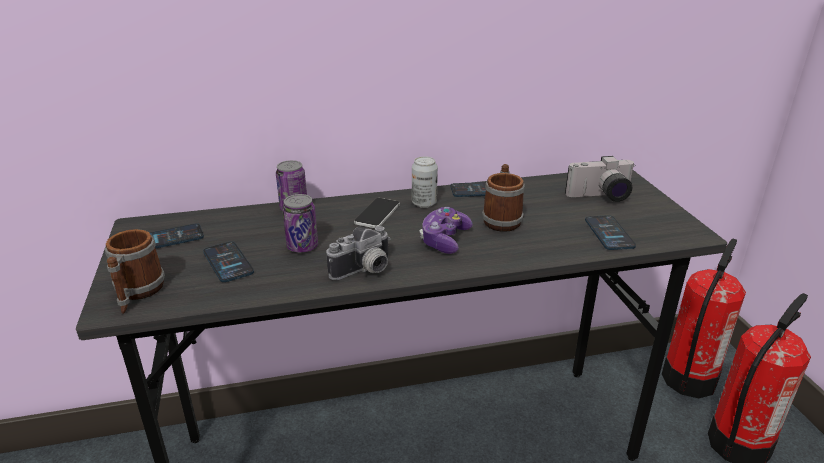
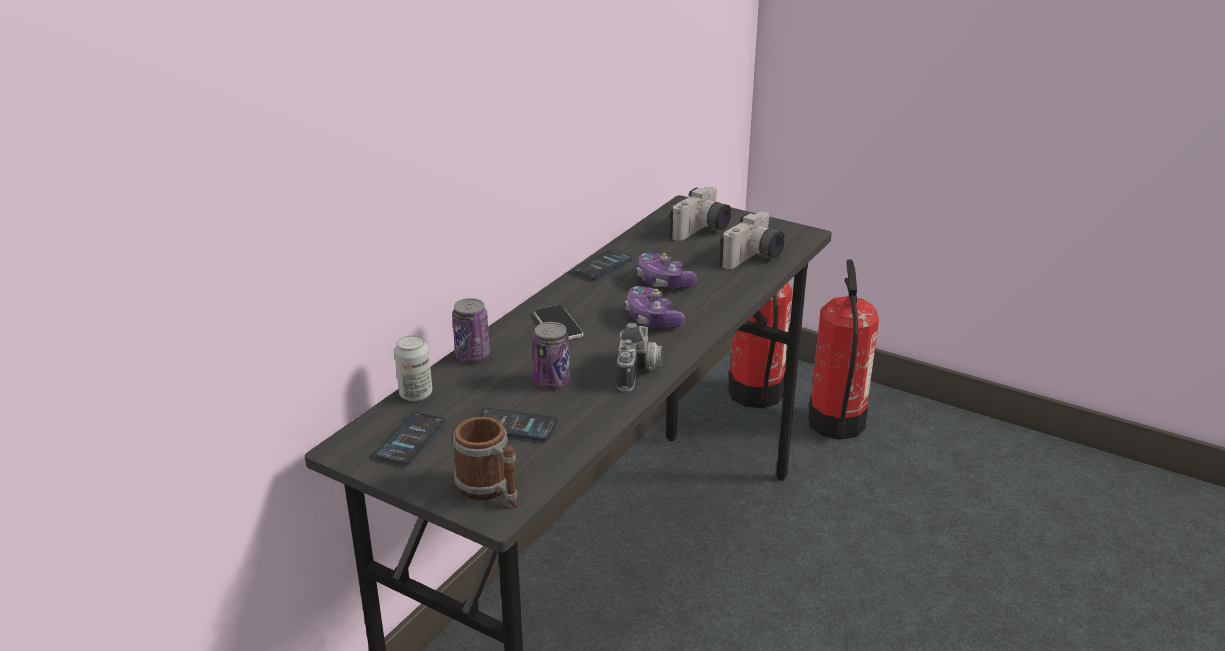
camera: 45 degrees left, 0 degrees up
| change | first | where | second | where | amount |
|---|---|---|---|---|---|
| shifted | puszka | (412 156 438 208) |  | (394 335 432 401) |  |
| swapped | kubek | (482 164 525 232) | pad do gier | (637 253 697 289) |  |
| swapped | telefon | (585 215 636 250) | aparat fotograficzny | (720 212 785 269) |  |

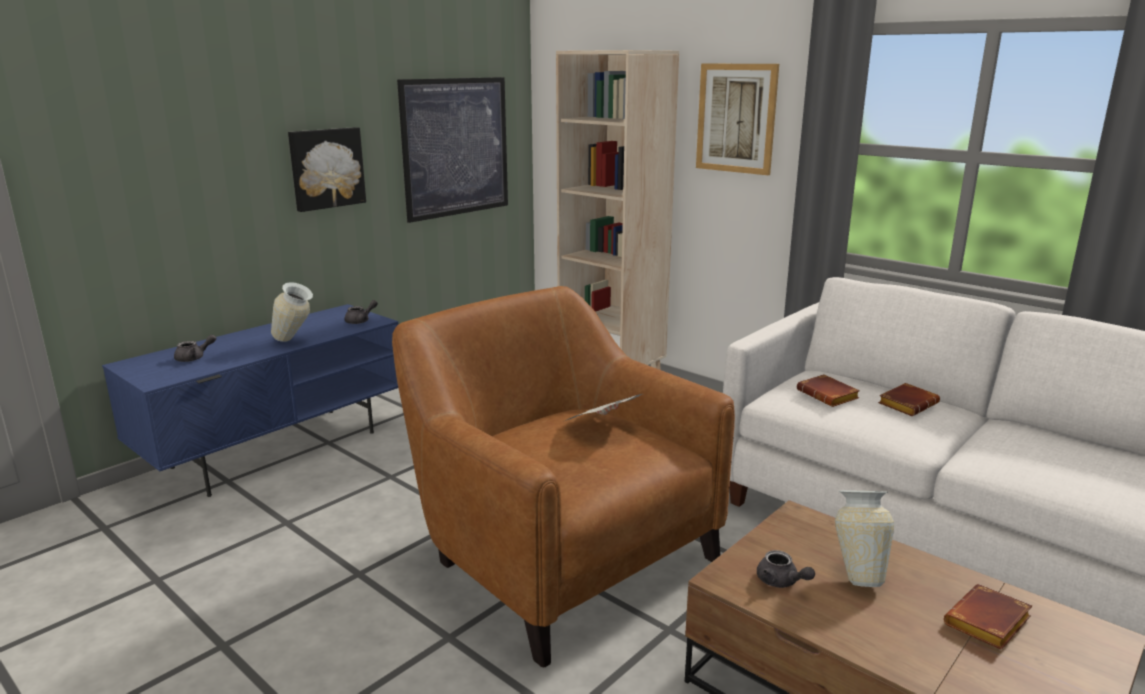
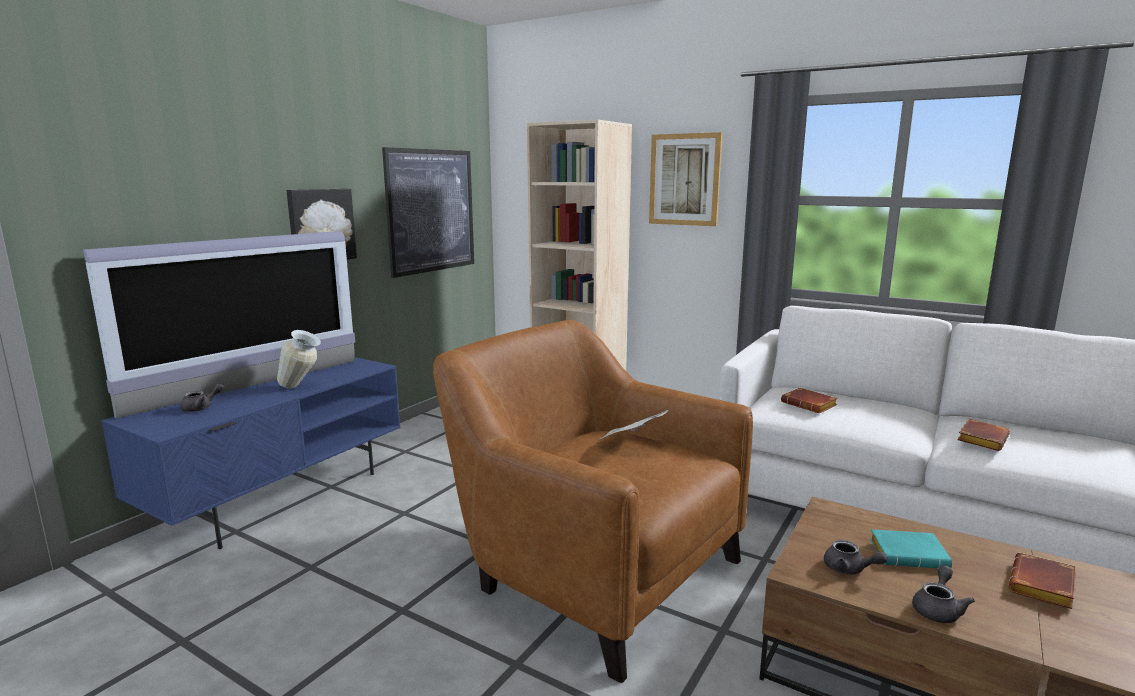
camera: 10 degrees left, 5 degrees down
| change | first | where | second | where | amount |
|---|---|---|---|---|---|
| shifted | imbryk (szary) | (345 300 378 324) |  | (912 565 975 623) |  |
| shifted | książka (brązowy) | (878 383 940 416) |  | (957 419 1010 451) |  |
| swapped | wazon | (835 491 894 587) | książka (turkusowy) | (870 529 952 569) |  |
| new |  |  | telewizor | (83 231 355 419) |  |

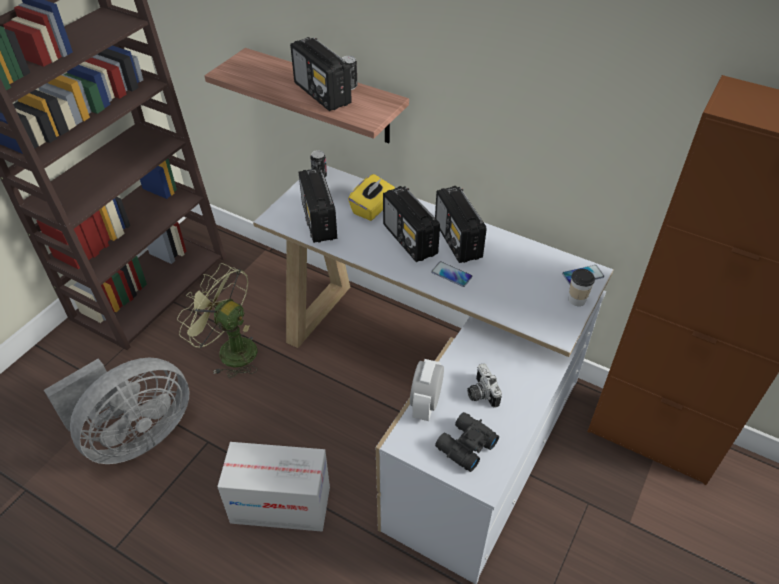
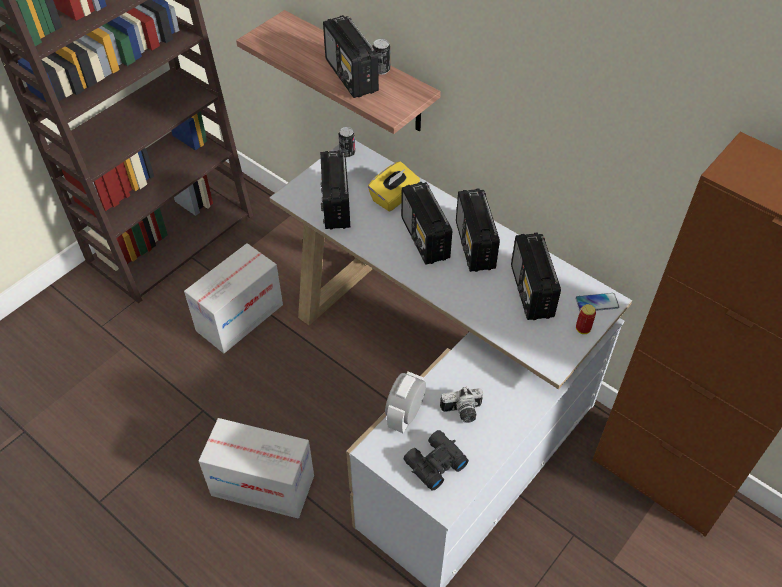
camera: 10 degrees right, 5 degrees up
| change | first | where | second | where | amount |
|---|---|---|---|---|---|
| gone | telefon | (431 262 472 287) |  |  |  |
| swapped | wentylator (zielony) | (177 263 257 378) | karton | (184 243 283 353) |  |
| swapped | filiżanka | (569 269 595 306) | puszka | (576 304 596 334) |  |
| gone | wentylator (szary) | (44 358 190 464) |  |  |  |
| rotated | aparat fotograficzny | (467 363 502 408) |  | (440 387 483 423) | 90 degrees counterclockwise |
| new |  |  | radio | (511 233 561 320) |  |

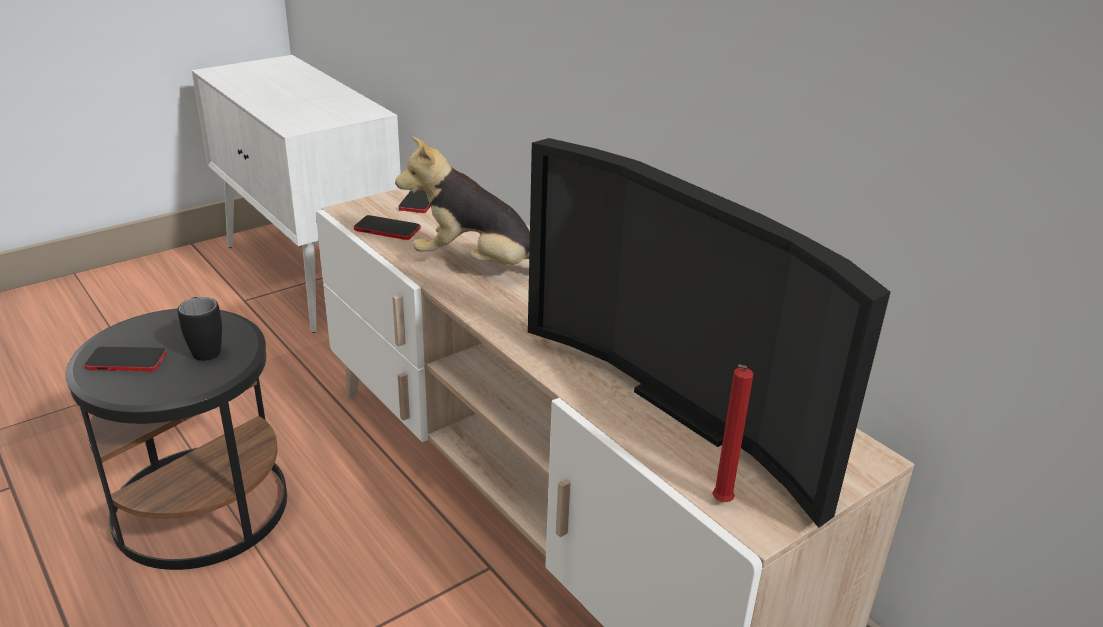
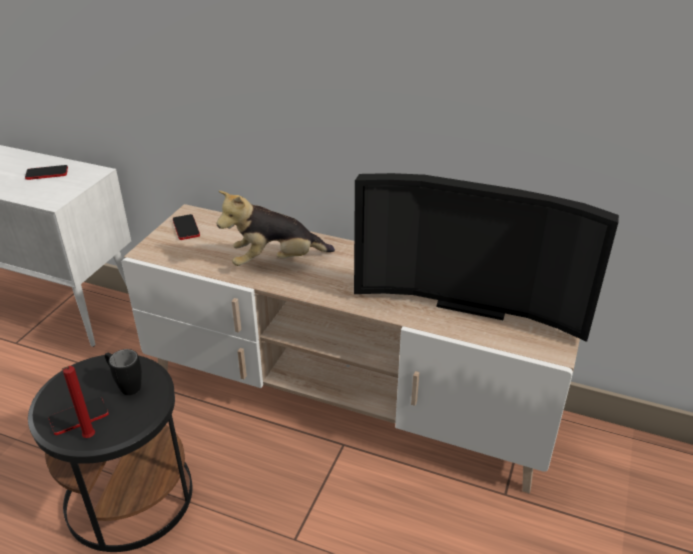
camera: 30 degrees left, 5 degrees up
| change | first | where | second | where | amount |
|---|---|---|---|---|---|
| shifted | telefon | (354 215 421 240) |  | (25 165 68 180) |  |
| shifted | świeca (czerwony) | (712 364 754 502) |  | (62 366 95 438) |  |

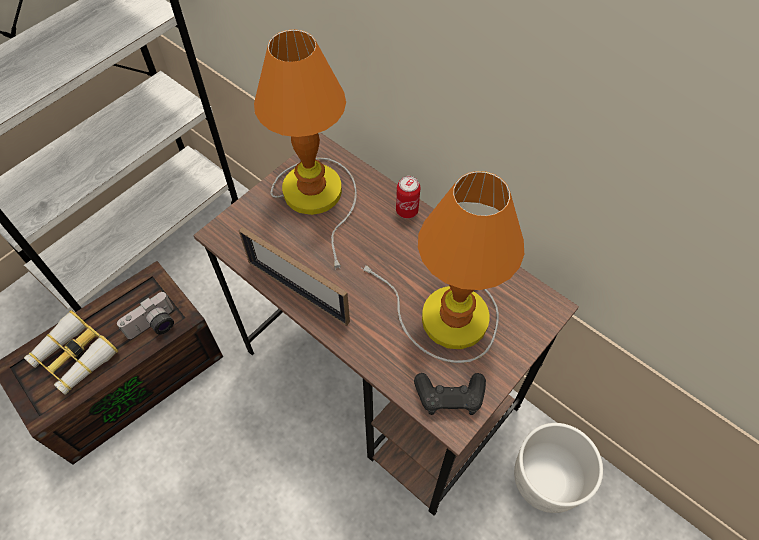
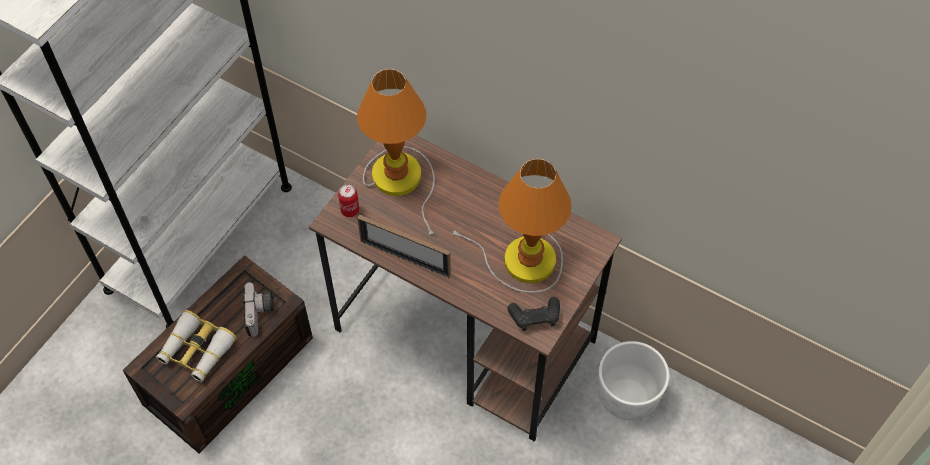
camera: 10 degrees left, 0 degrees up
| change | first | where | second | where | amount |
|---|---|---|---|---|---|
| shifted | puszka | (396 176 420 219) |  | (338 184 359 217) |  |
| rotated | aparat fotograficzny | (117 292 174 339) |  | (243 282 274 337) | 45 degrees counterclockwise |

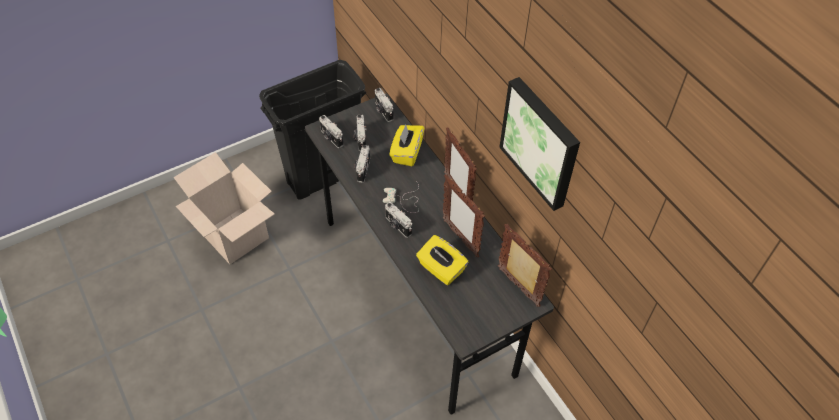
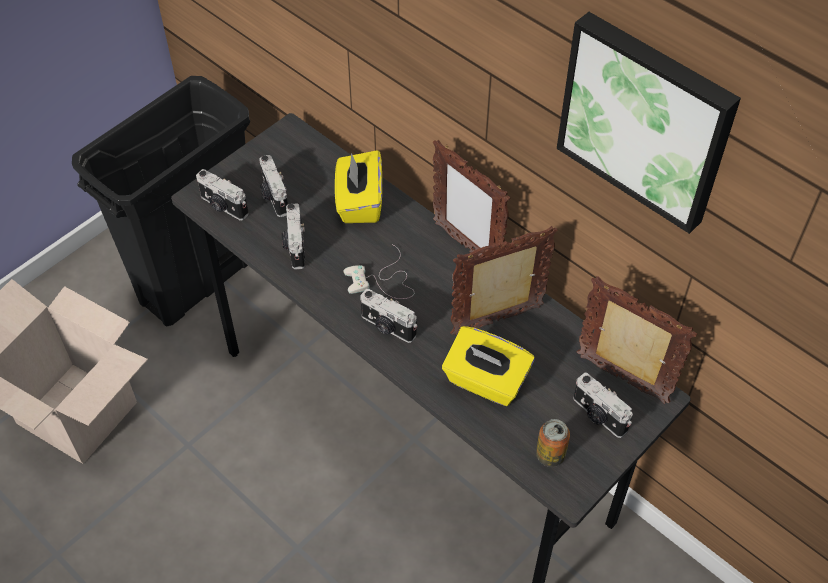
camera: 15 degrees left, 0 degrees up
| change | first | where | second | where | amount |
|---|---|---|---|---|---|
| shifted | aparat fotograficzny | (375 88 394 122) |  | (573 373 633 438) |  |
| rotated | ramka na zdjęcie | (442 174 485 257) |  | (450 226 558 336) | 120 degrees clockwise |
| new |  |  | puszka | (536 419 570 467) |  |

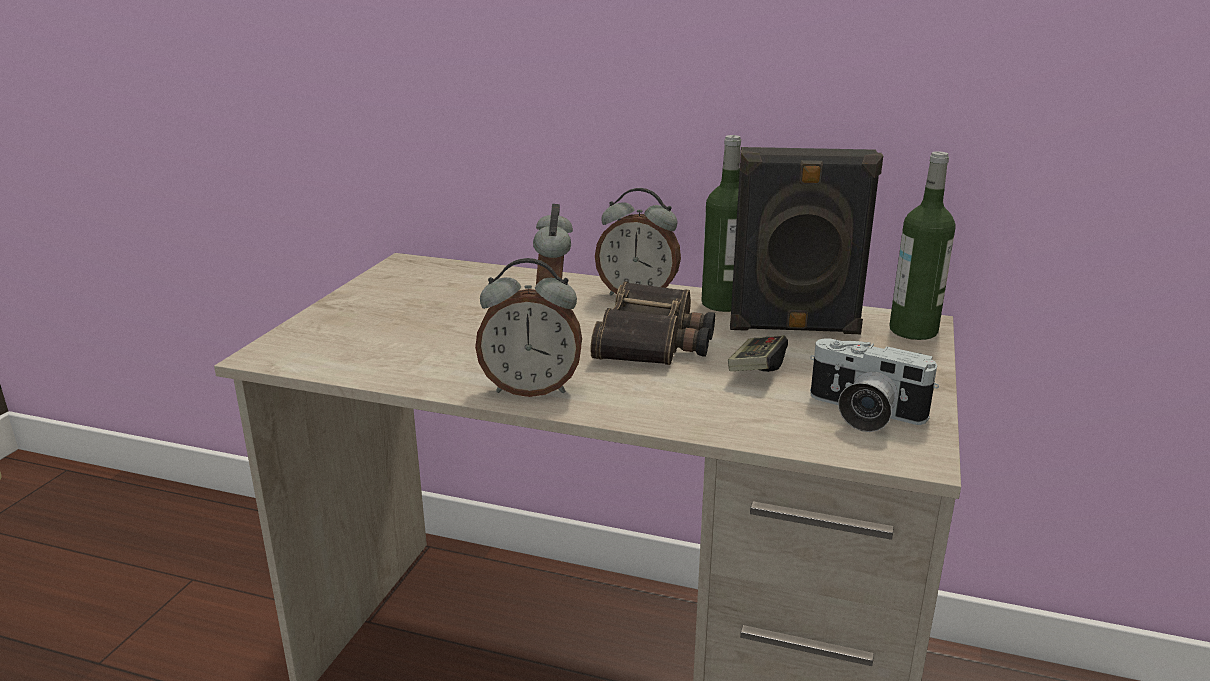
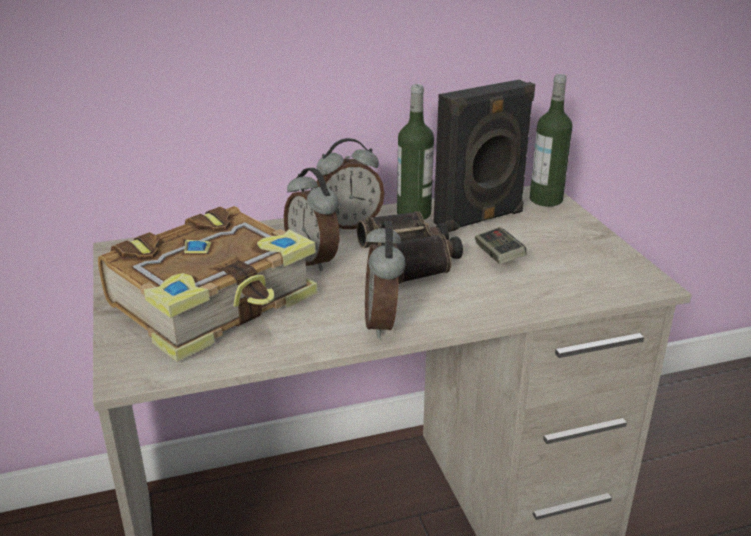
camera: 35 degrees left, 5 degrees up
| change | first | where | second | where | amount |
|---|---|---|---|---|---|
| rotated | budzik | (475 258 582 397) |  | (365 221 406 338) | 120 degrees clockwise |
| gone | aparat fotograficzny | (810 338 939 432) |  |  |  |
| new |  |  | książka | (98 206 317 362) |  |

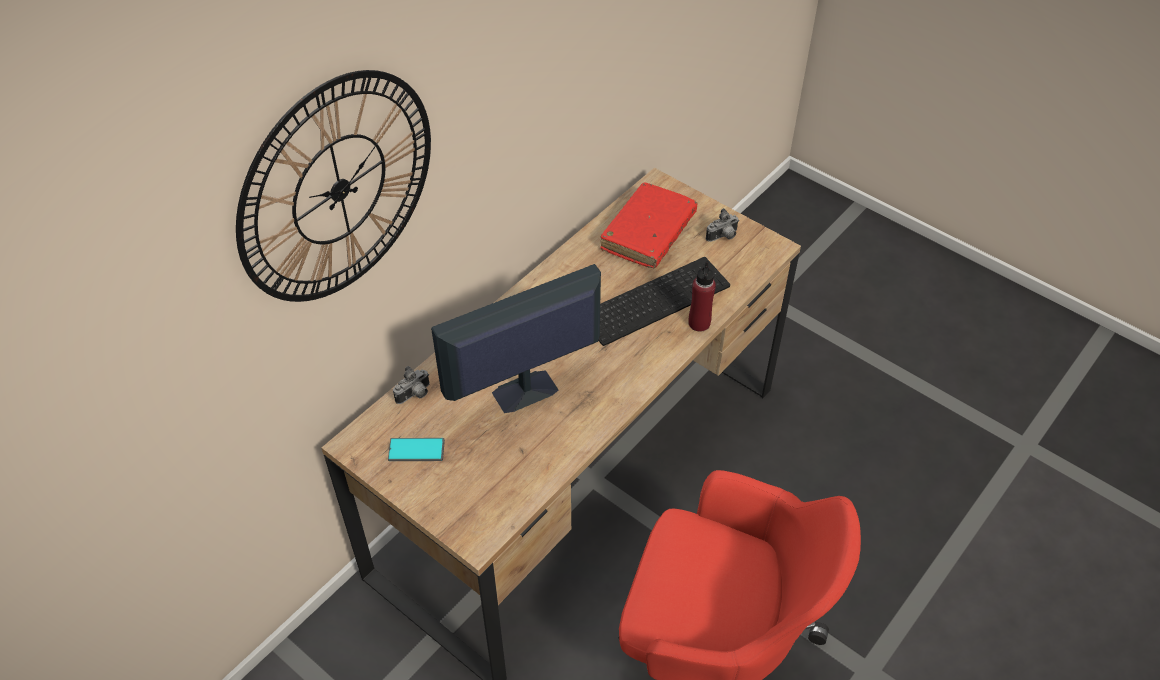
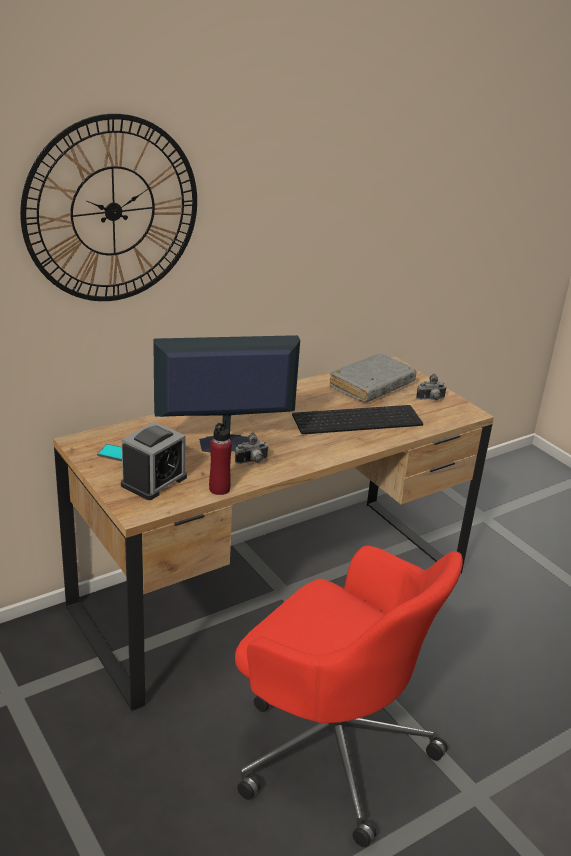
camera: 15 degrees right, 20 degrees down
| change | first | where | second | where | amount |
|---|---|---|---|---|---|
| repainted | książka (czerwony) | (600 183 698 268) | książka (szary) | (329 354 417 402) |  |
| shifted | butelka (czerwony) | (688 261 716 332) |  | (209 419 232 495) |  |
| shifted | aparat fotograficzny | (393 366 430 404) |  | (235 432 269 464) |  |
| new |  |  | budzik | (121 422 187 500) |  |

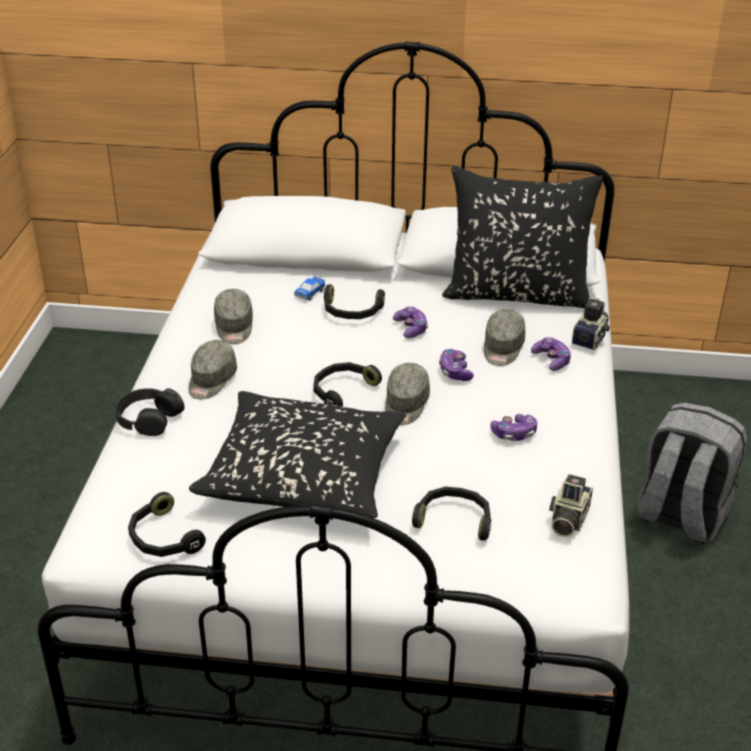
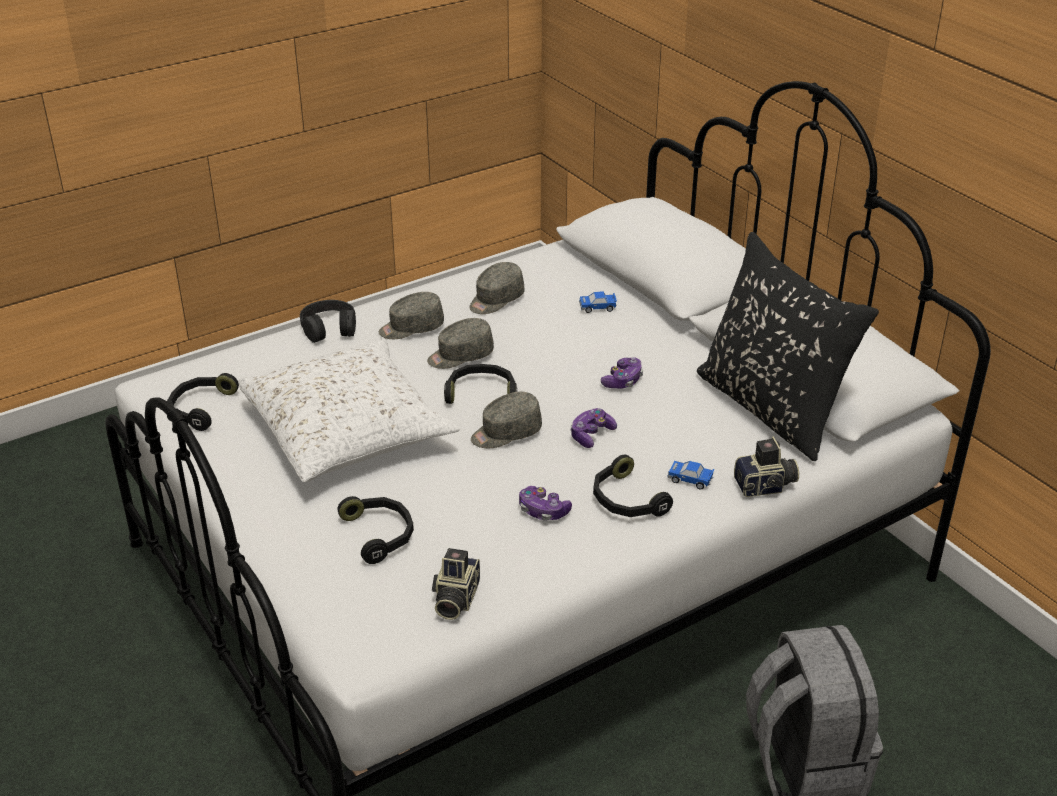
camera: 50 degrees right, 0 degrees up
| change | first | where | second | where | amount |
|---|---|---|---|---|---|
| shifted | słuchawki (czarny) | (324 284 385 319) |  | (593 455 673 517) |  |
| shifted | czapka z daszkiem (szary) | (484 309 526 366) |  | (427 318 494 369) |  |
| swapped | pad do gier | (531 337 571 371) | samochodzik | (667 461 715 489) |  |
| repainted | poduszka (czarny) | (189 391 406 518) | poduszka (biały) | (238 339 459 482) |  |
| rotated | aparat fotograficzny | (549 474 593 537) |  | (432 548 480 620) | 60 degrees counterclockwise |

